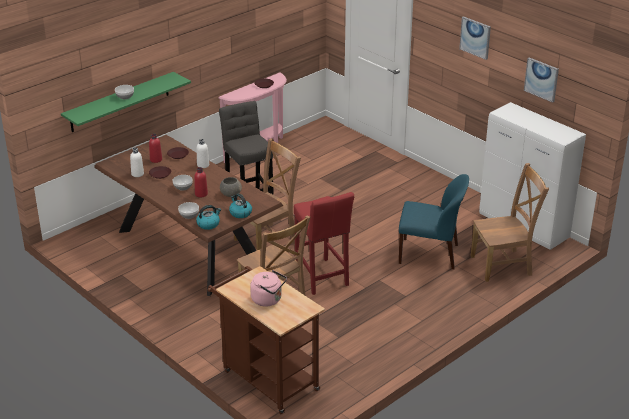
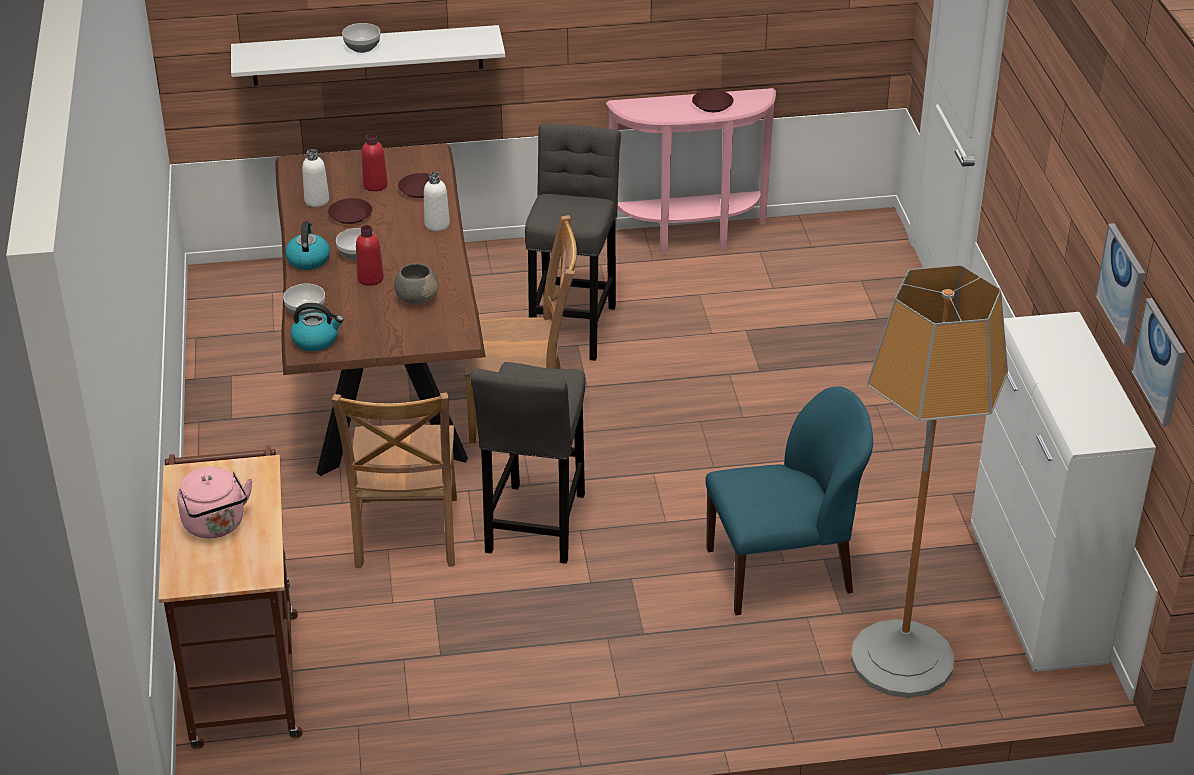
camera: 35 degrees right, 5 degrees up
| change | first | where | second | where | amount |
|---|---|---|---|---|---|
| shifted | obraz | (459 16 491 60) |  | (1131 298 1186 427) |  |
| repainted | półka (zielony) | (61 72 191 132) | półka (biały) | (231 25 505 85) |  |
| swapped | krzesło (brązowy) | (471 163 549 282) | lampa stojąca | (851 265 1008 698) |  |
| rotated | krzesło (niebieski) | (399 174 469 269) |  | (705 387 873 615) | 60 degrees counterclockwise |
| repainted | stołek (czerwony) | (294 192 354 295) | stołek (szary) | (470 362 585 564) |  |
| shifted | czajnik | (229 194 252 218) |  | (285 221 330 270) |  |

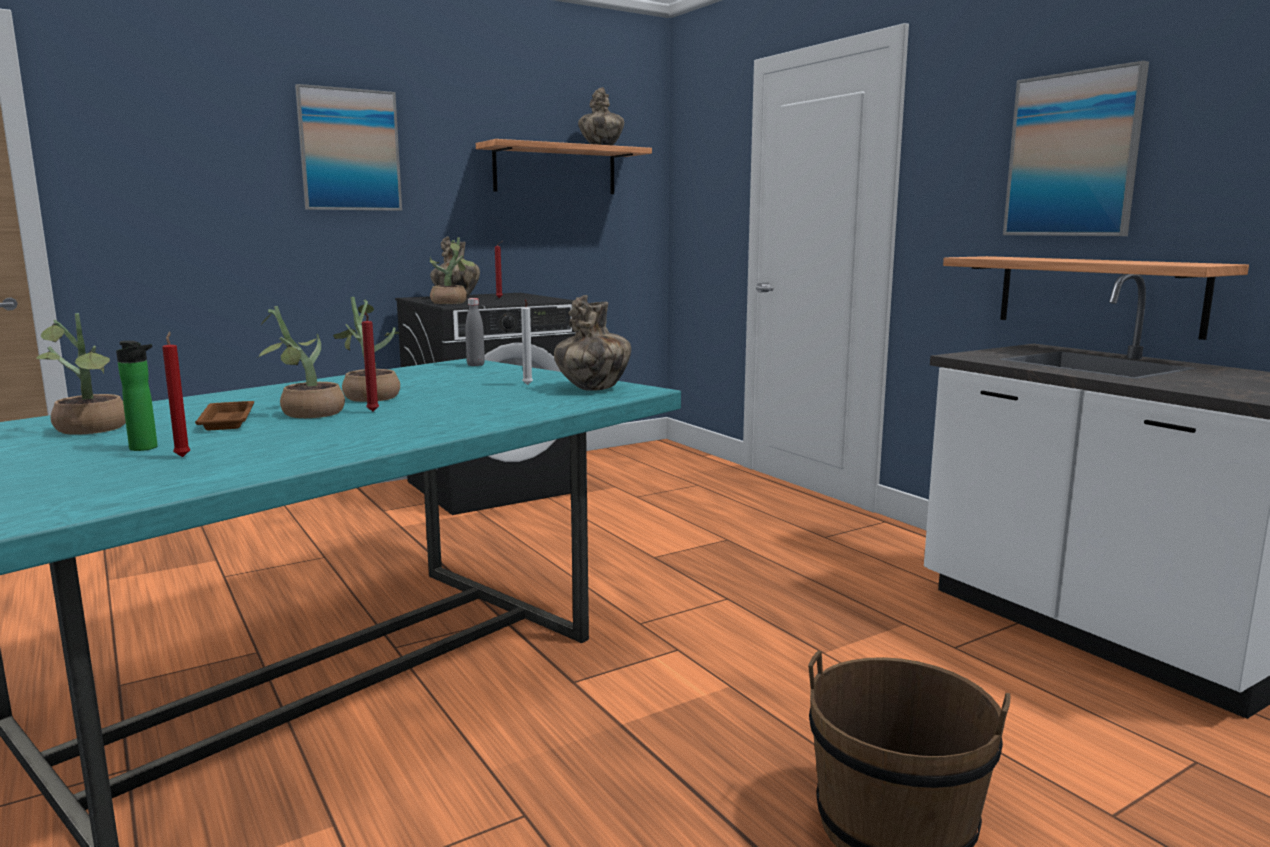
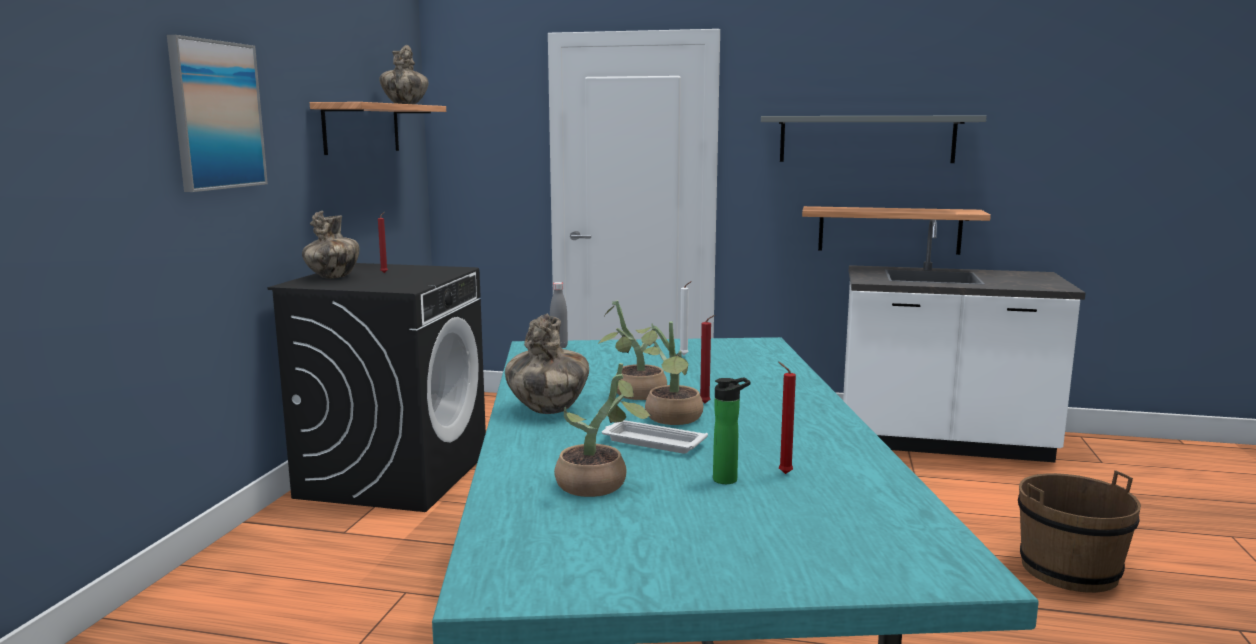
camera: 45 degrees left, 0 degrees up
| change | first | where | second | where | amount |
|---|---|---|---|---|---|
| swapped | obraz | (1003 61 1149 236) | półka (szary) | (761 116 986 163) |  |
| gone | roślina doniczkowa | (429 237 475 304) |  |  |  |
| shifted | wazon | (554 295 631 391) |  | (505 314 589 414) |  |
| repainted | taca (brązowy) | (195 401 254 431) | taca (biały) | (602 420 708 453) |  |

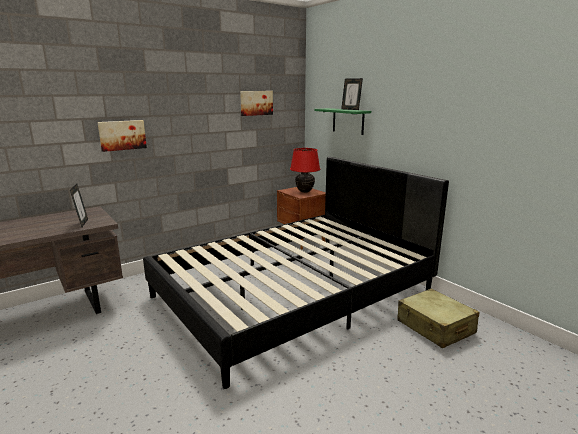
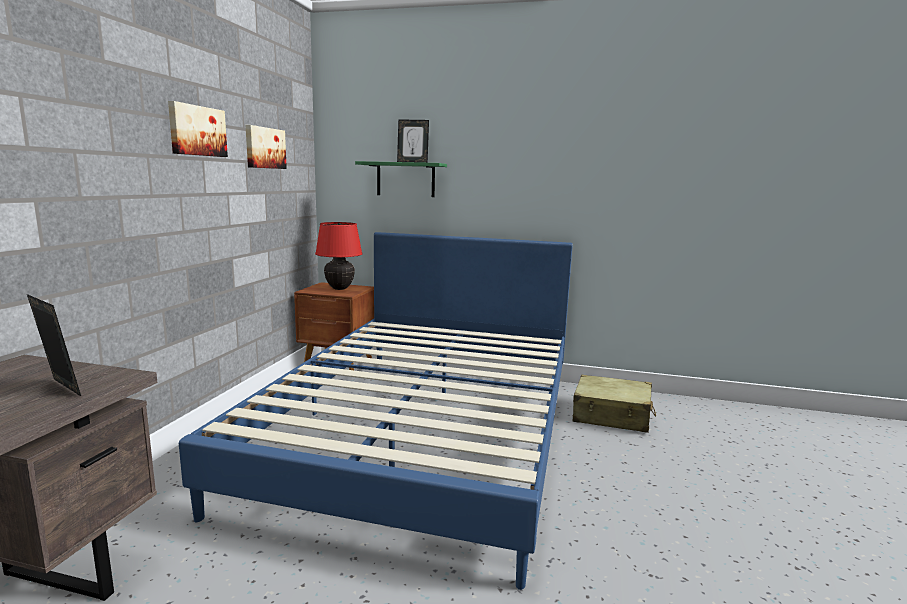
camera: 40 degrees left, 5 degrees down
| change | first | where | second | where | amount |
|---|---|---|---|---|---|
| shifted | obraz | (97 120 147 152) |  | (168 101 228 157) |  |
| repainted | łóżko (czarny) | (143 157 449 389) | łóżko (niebieski) | (179 232 573 590) |  |

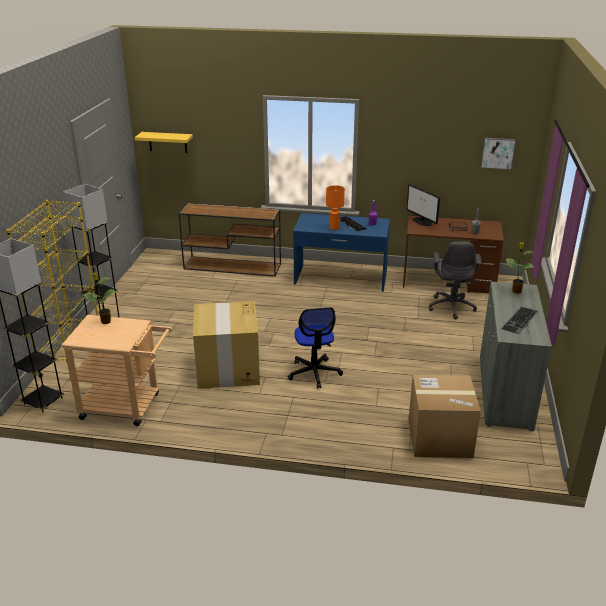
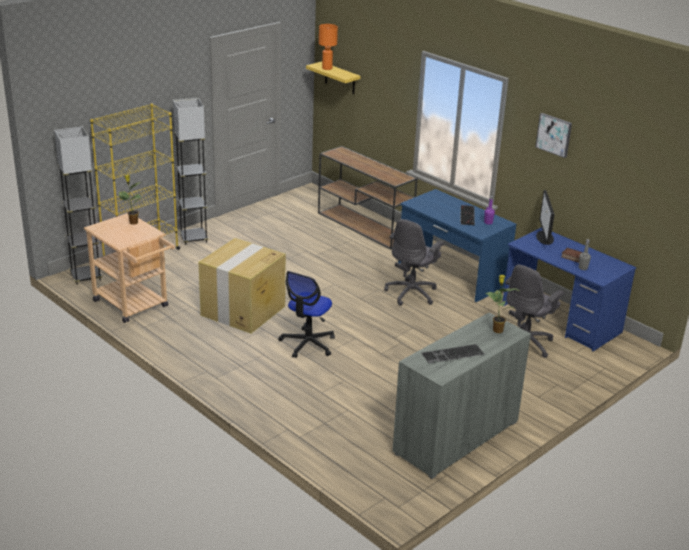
camera: 35 degrees right, 0 degrees up
| change | first | where | second | where | amount |
|---|---|---|---|---|---|
| shifted | obraz | (481 138 516 170) |  | (535 113 572 158) |  |
| shifted | lampa stołowa (pomarańczowy) | (326 185 345 230) |  | (319 24 338 70) |  |
| repainted | biurko (brązowy) | (403 216 504 293) | biurko (niebieski) | (502 227 636 352) |  |
| gone | karton | (409 374 481 458) |  |  |  |
| new |  |  | krzesło biurowe (szary) | (384 219 444 306) |  |

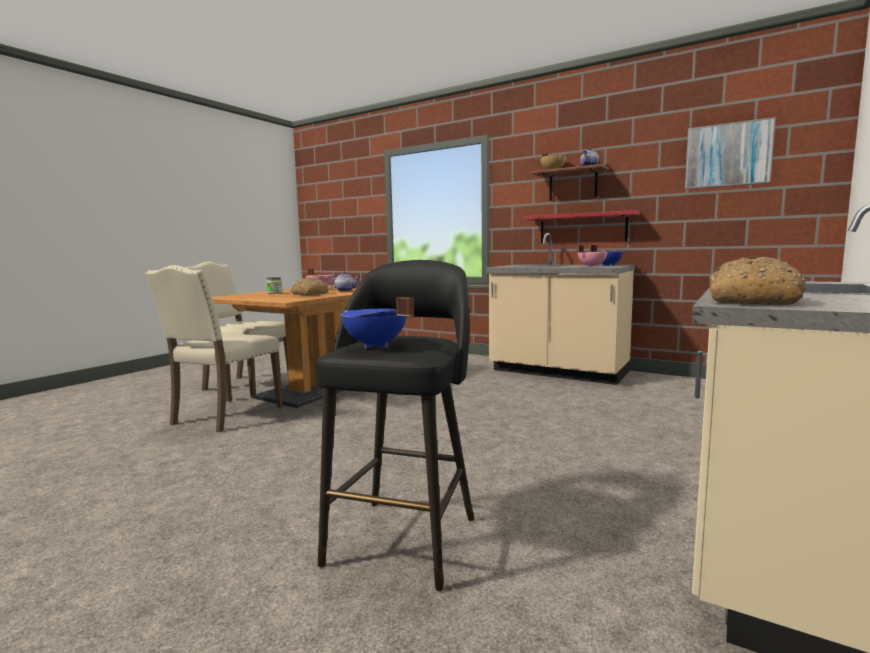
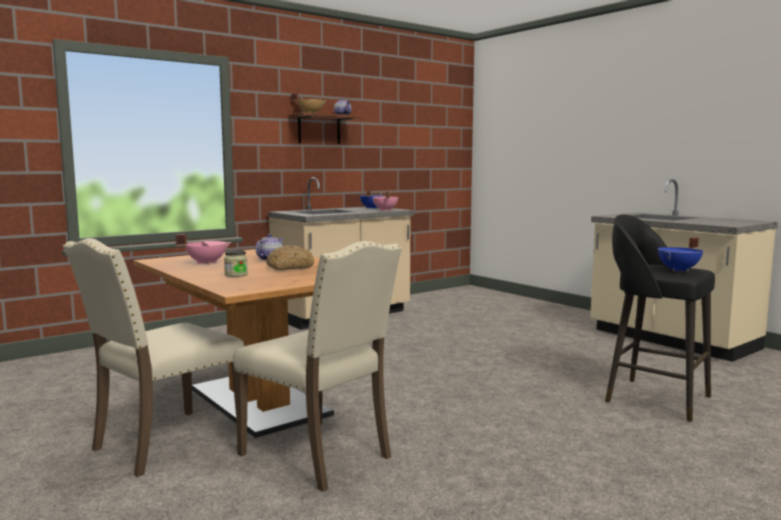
camera: 70 degrees left, 0 degrees up
| change | first | where | second | where | amount |
|---|---|---|---|---|---|
| gone | obraz | (685 117 776 189) |  |  |  |
| gone | półka (czerwony) | (524 210 640 243) |  |  |  |
| gone | chleb | (709 257 806 305) |  |  |  |

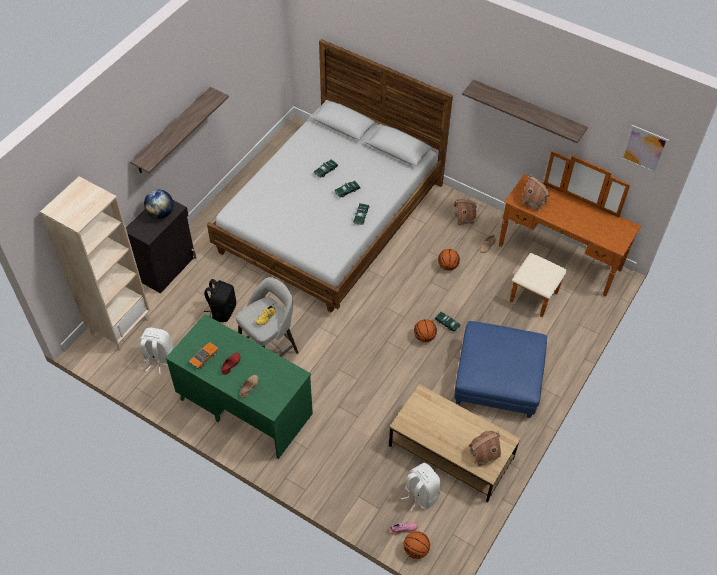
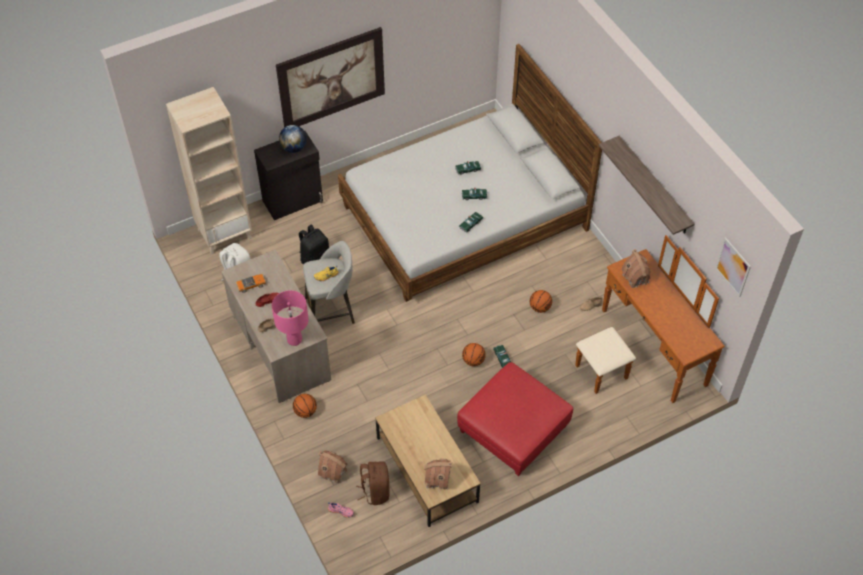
camera: 30 degrees right, 0 degrees up
| change | first | where | second | where | amount |
|---|---|---|---|---|---|
| swapped | półka | (130 87 229 173) | obraz | (276 27 385 128) |  |
| shifted | domek | (454 199 477 226) |  | (318 451 347 483) |  |
| repainted | biurko (zielony) | (166 314 313 459) | biurko (beżowy) | (221 249 331 403) |  |
| repainted | pufa (niebieski) | (454 321 547 418) | pufa (czerwony) | (457 362 573 476) |  |
| repainted | plecak (biały) | (401 463 441 511) | plecak (brązowy) | (356 462 390 505) |  |
| shifted | piłka do koszykówki | (404 531 430 559) |  | (293 394 317 418) |  |
| new |  |  | lampa stołowa (różowy) | (272 290 309 346) |  |

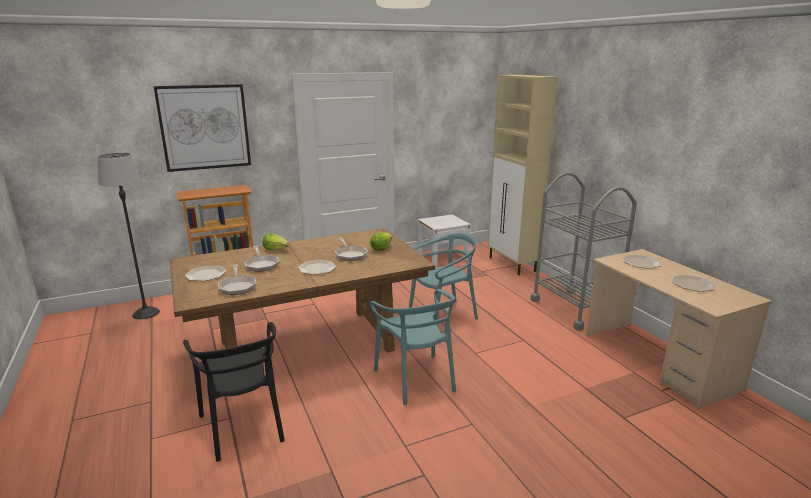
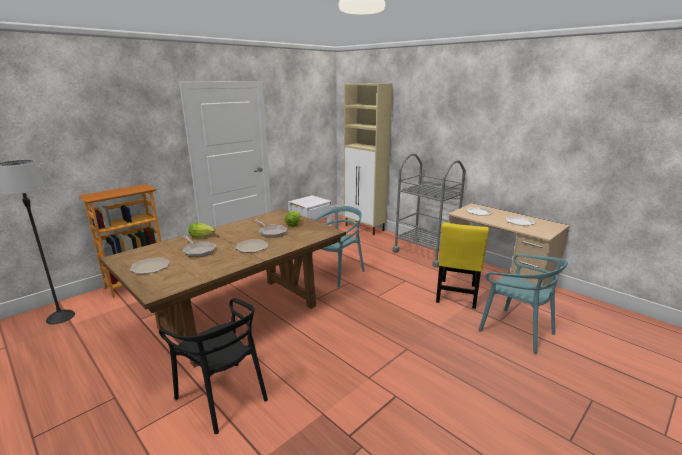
camera: 20 degrees left, 0 degrees up
| change | first | where | second | where | amount |
|---|---|---|---|---|---|
| gone | obraz | (153 84 251 172) |  |  |  |
| gone | patelnia | (218 264 256 295) |  |  |  |
| shifted | krzesło (turkusowy) | (370 289 456 405) |  | (479 254 568 354) |  |
| new |  |  | krzesło (żółty) | (436 222 489 309) |  |

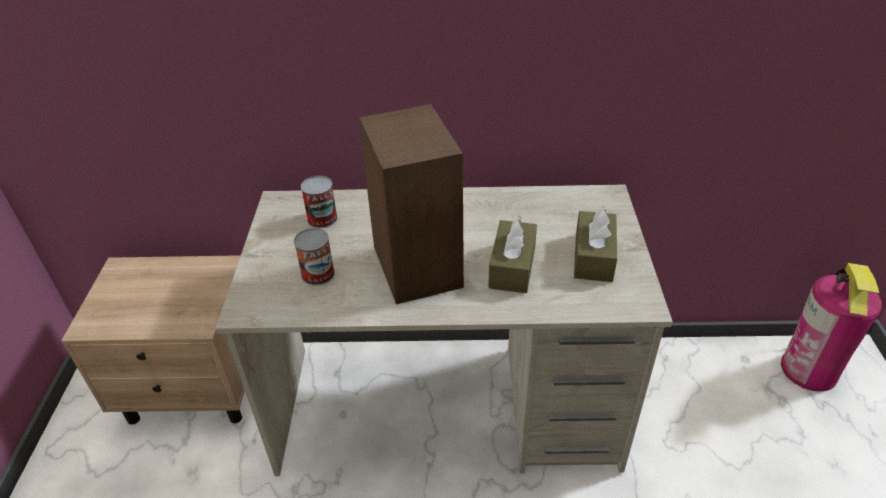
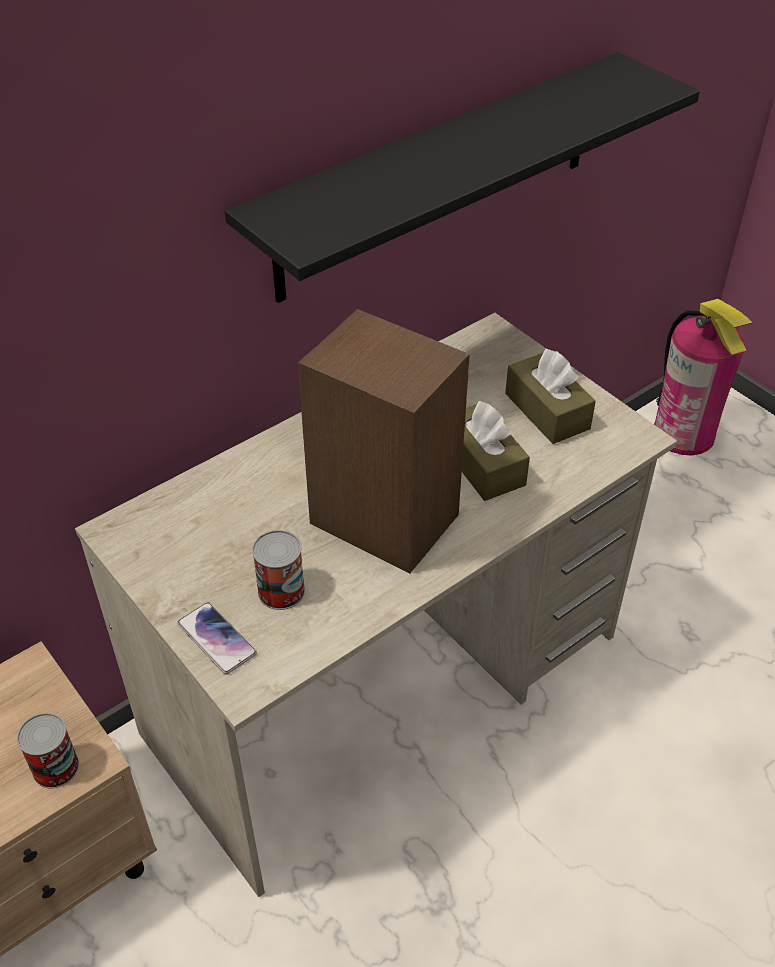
camera: 40 degrees left, 5 degrees up
| change | first | where | second | where | amount |
|---|---|---|---|---|---|
| shifted | puszka | (301 176 338 228) |  | (17 713 79 788) |  |
| new |  |  | półka (czarny) | (225 52 700 303) |  |
| new |  |  | telefon | (177 602 257 674) |  |

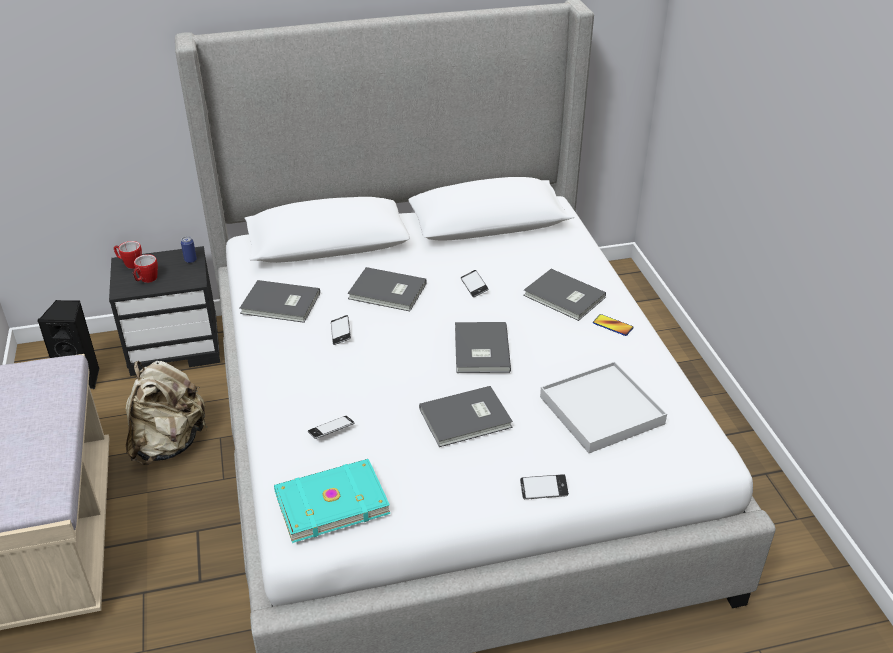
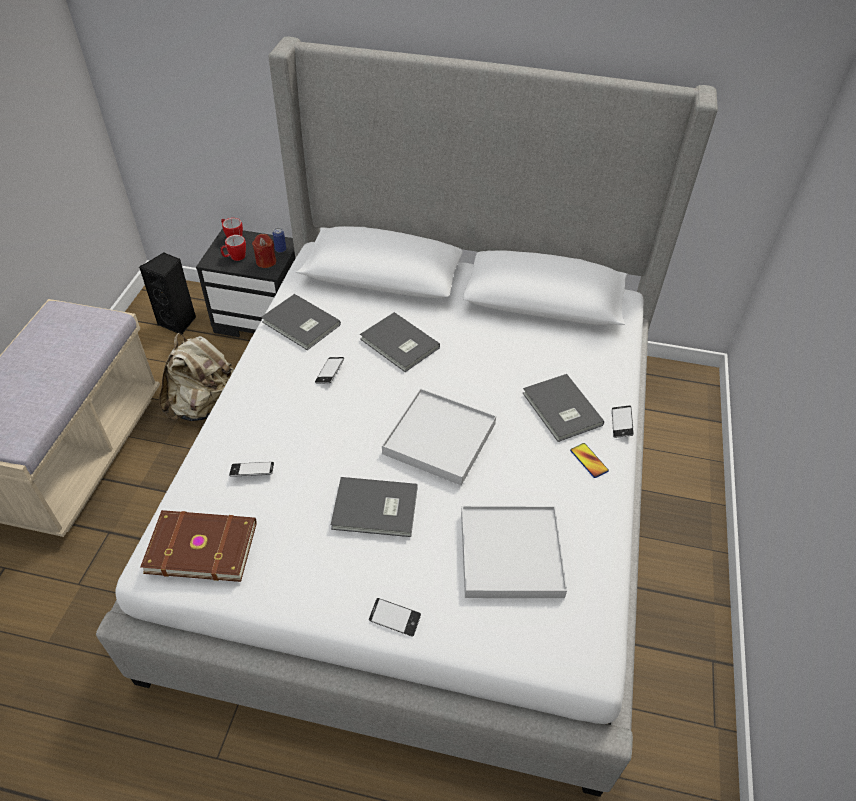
camera: 25 degrees right, 10 degrees up
| change | first | where | second | where | amount |
|---|---|---|---|---|---|
| shifted | telefon | (461 270 488 297) |  | (612 405 634 438) |  |
| swapped | książka (szary) | (455 322 511 373) | taca (biały) | (382 388 496 485) |  |
| repainted | książka (turkusowy) | (274 459 390 543) | książka (brązowy) | (140 510 257 582) |  |
| new |  |  | świeca (czerwony) | (252 234 276 268) |  |

